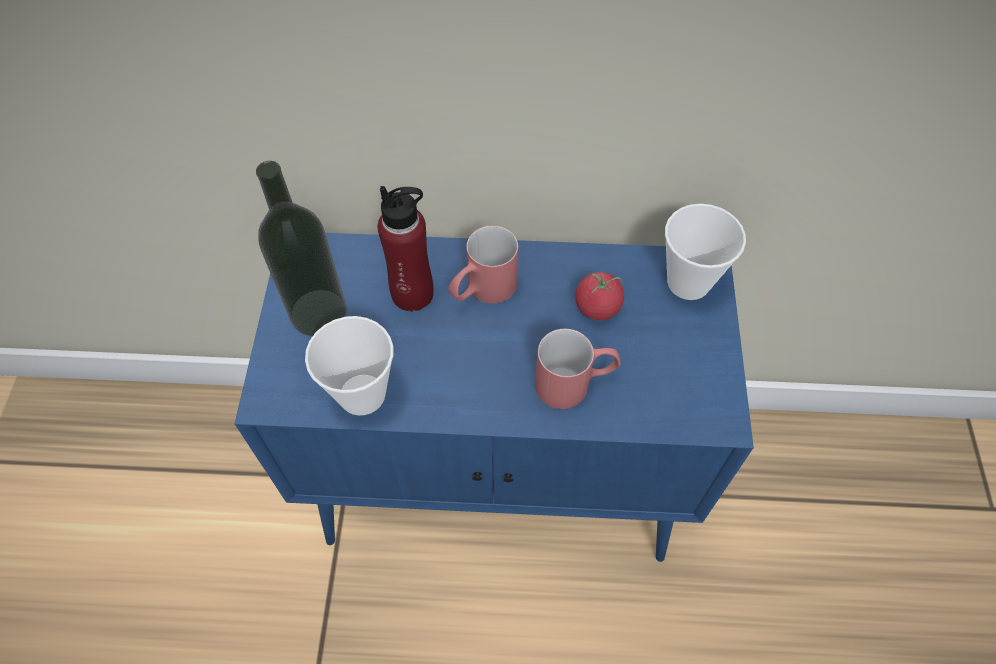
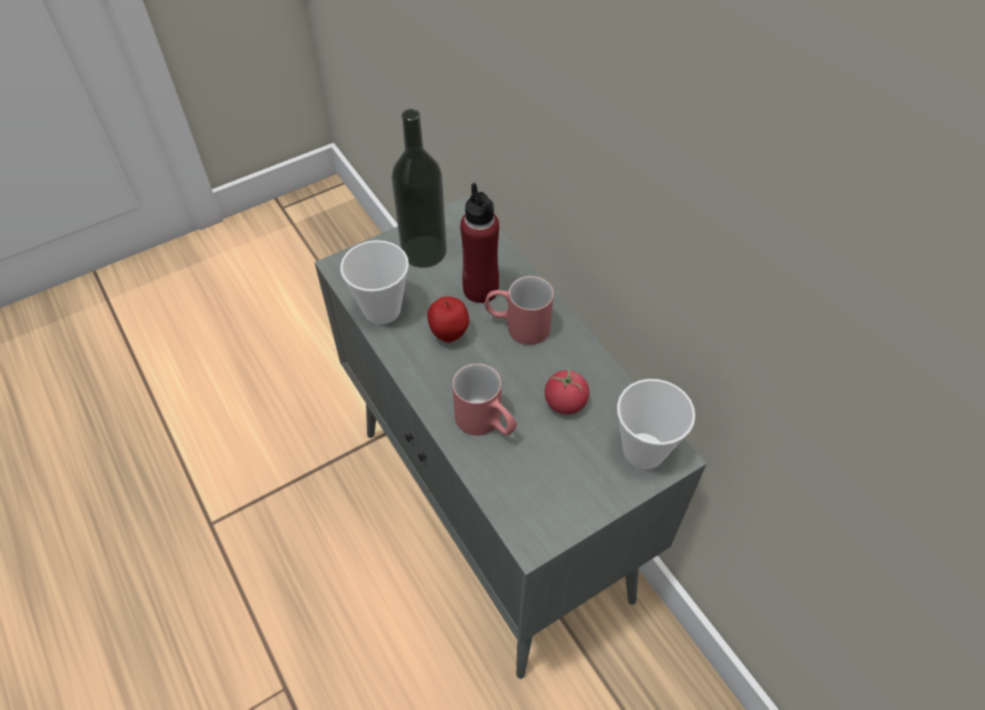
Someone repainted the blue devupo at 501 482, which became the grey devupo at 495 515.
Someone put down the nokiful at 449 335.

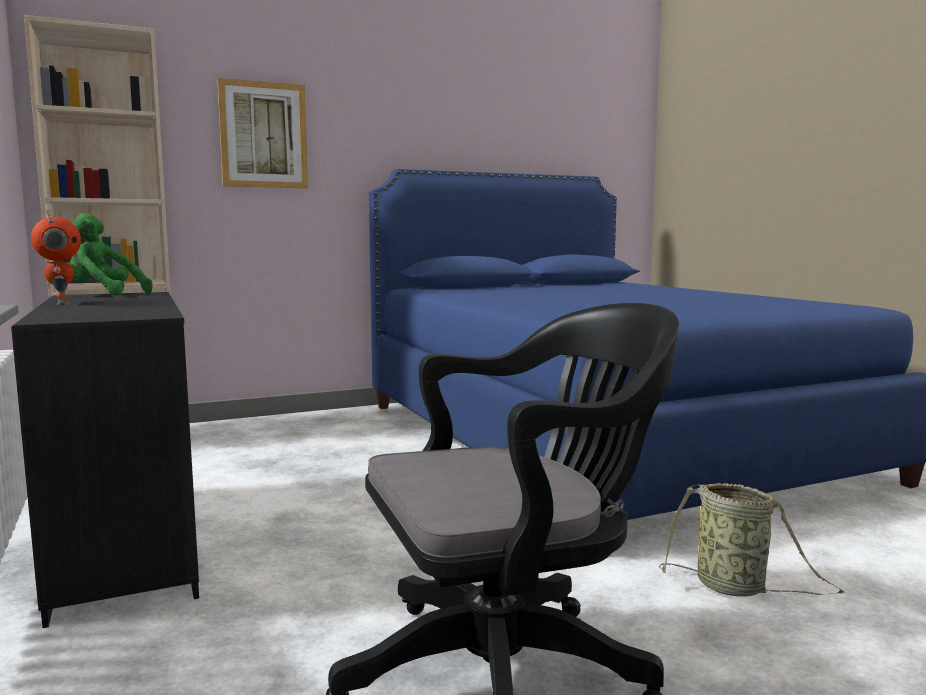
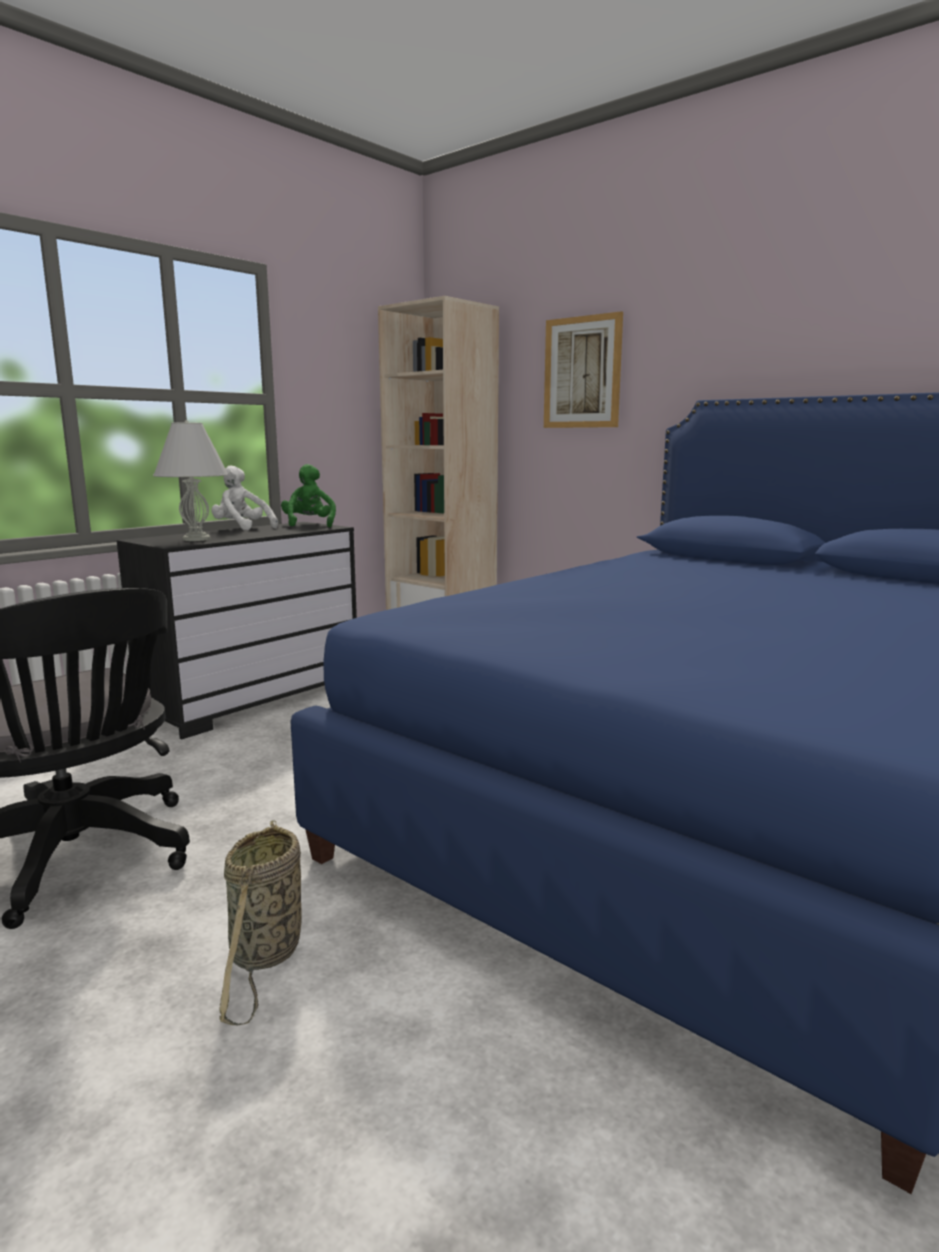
Someone swapped the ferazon at 61 303 for the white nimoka at 242 529.
Someone put down the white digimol at 197 539.

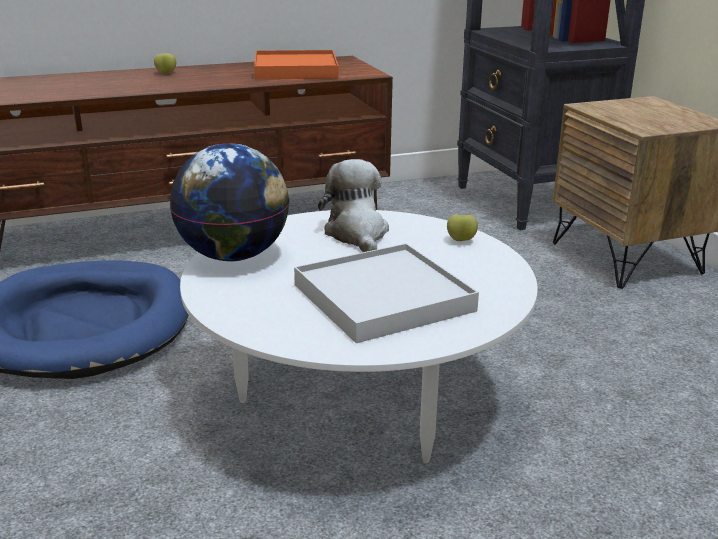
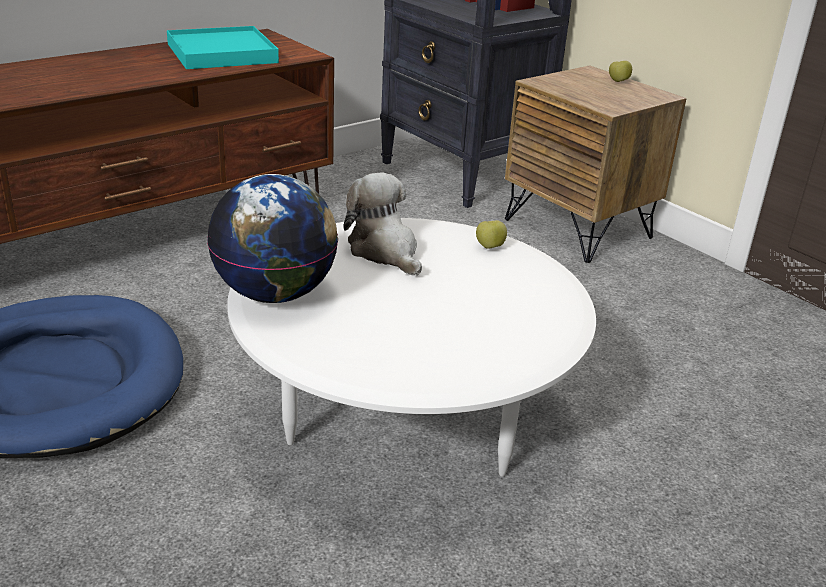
Someone repainted the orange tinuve at 296 70, which became the turquoise tinuve at 222 53.
Someone carried the nokiful from 166 73 to 618 81.
Someone took away the white tinuve at 382 298.

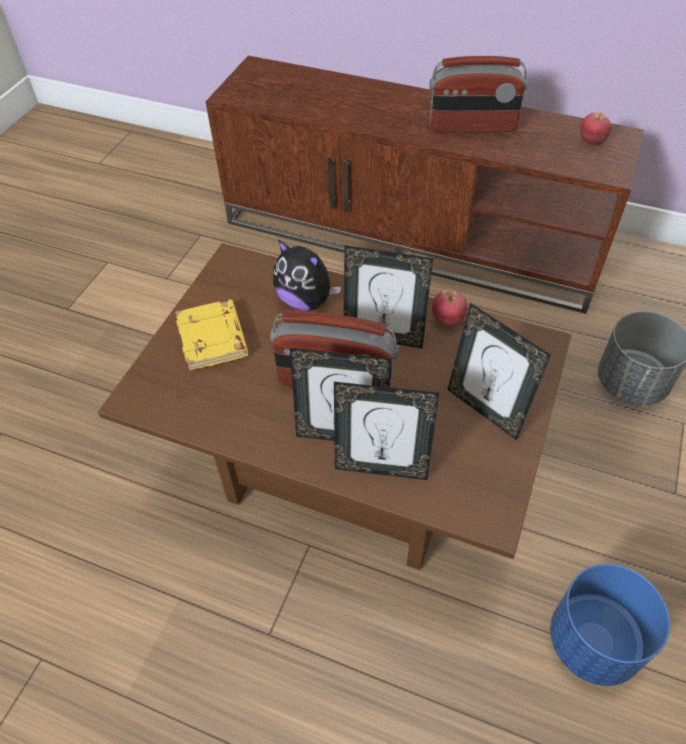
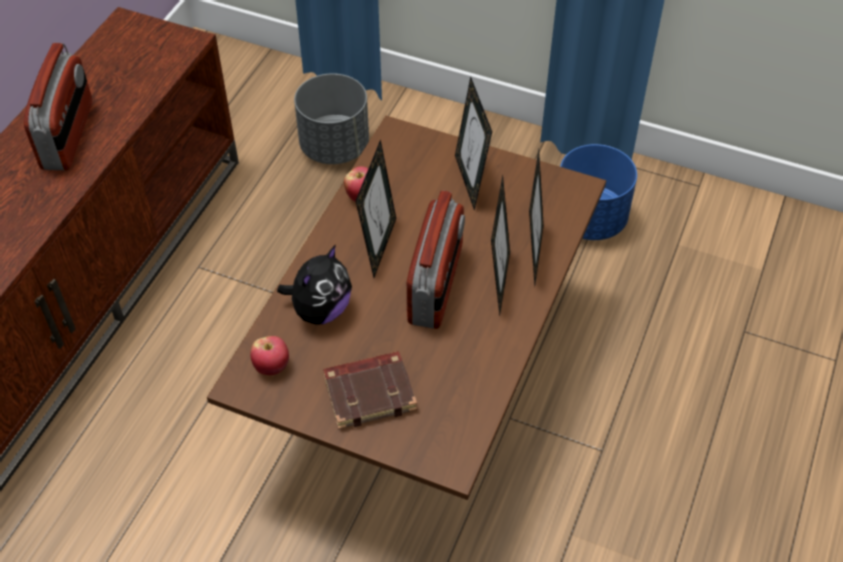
Someone carried the nokiful from 591 141 to 272 367.
Someone repainted the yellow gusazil at 214 339, which became the brown gusazil at 370 392.
Someone rotated the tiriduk at 485 410 by 120 degrees clockwise.

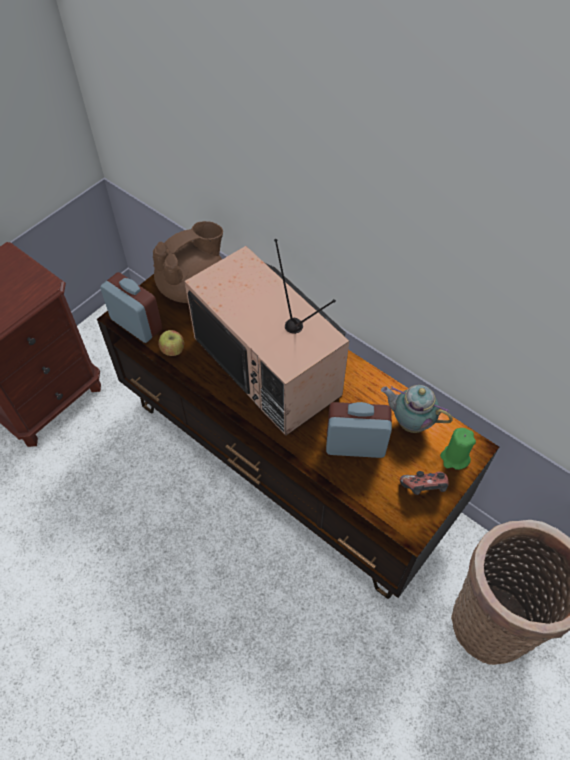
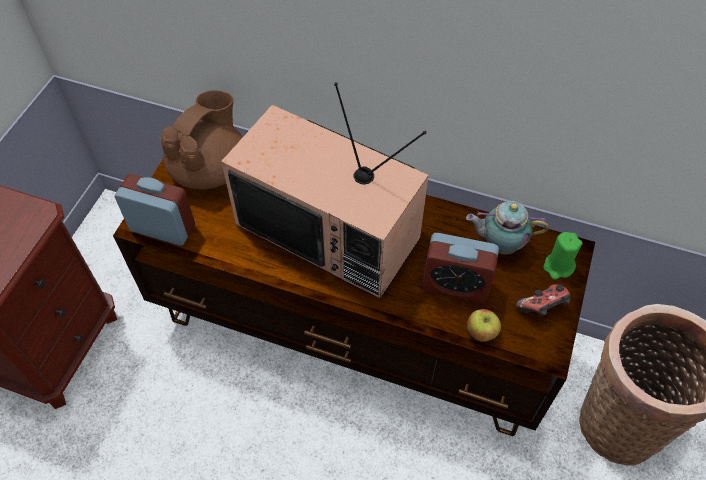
Someone carried the nokiful from 173 350 to 481 332.
Someone rotated the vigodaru at 355 445 by 150 degrees counterclockwise.

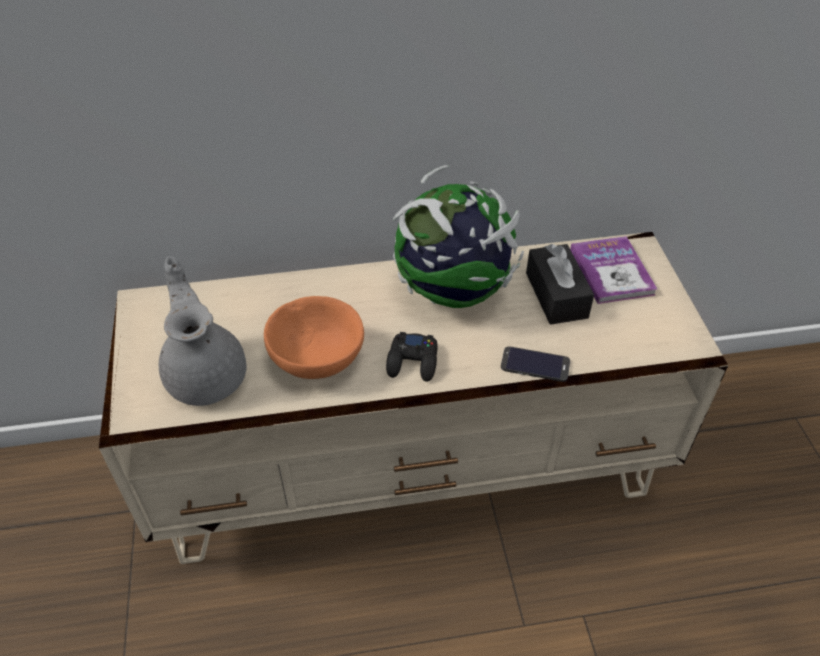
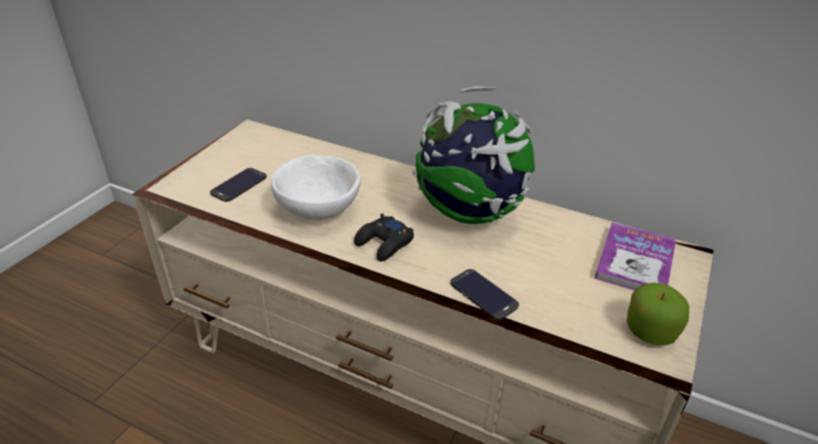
Someone took away the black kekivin at 556 295.
Someone swapped the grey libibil at 207 375 for the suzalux at 239 185.
Someone repainted the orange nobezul at 318 358, which became the white nobezul at 319 209.
Someone put down the nokiful at 650 331.

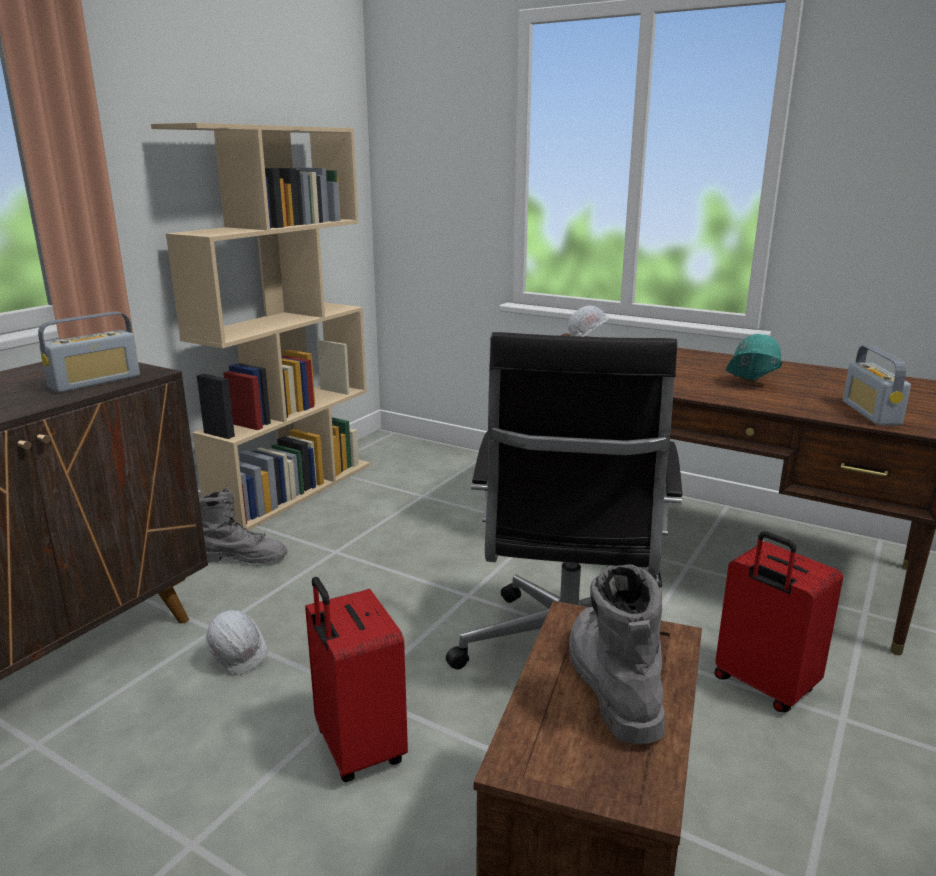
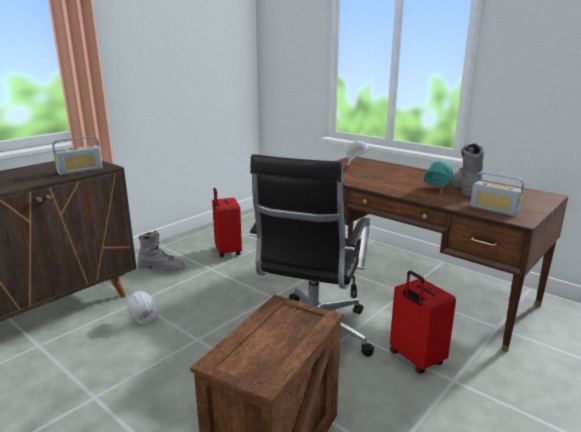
Someone took away the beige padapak at 293 489.
Someone rotated the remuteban at 871 413 by 60 degrees counterclockwise.
Someone carried the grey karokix from 610 682 to 465 188.
Someone carried the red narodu from 357 749 to 227 251.

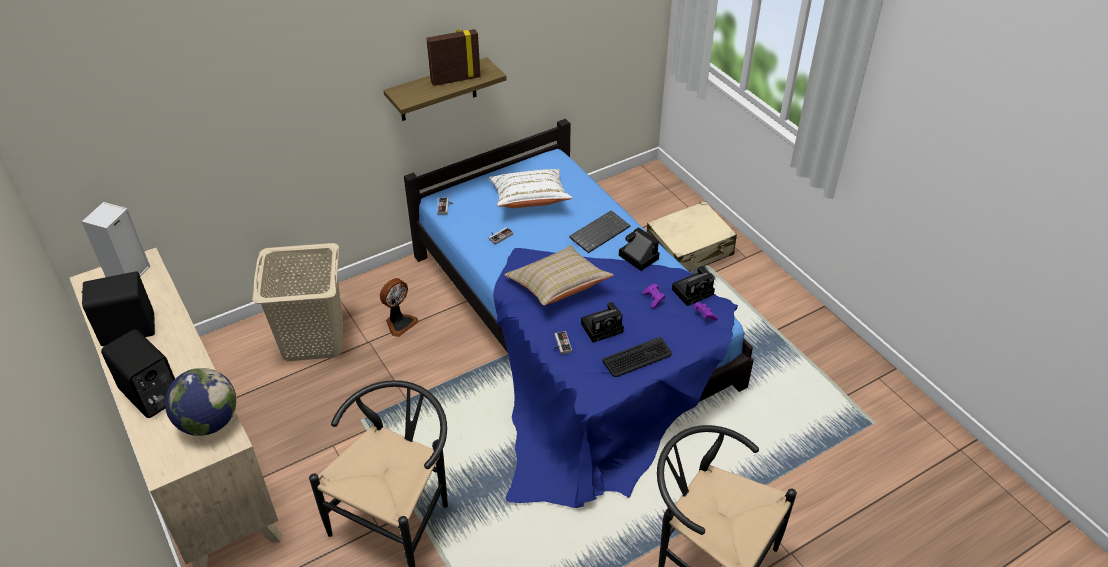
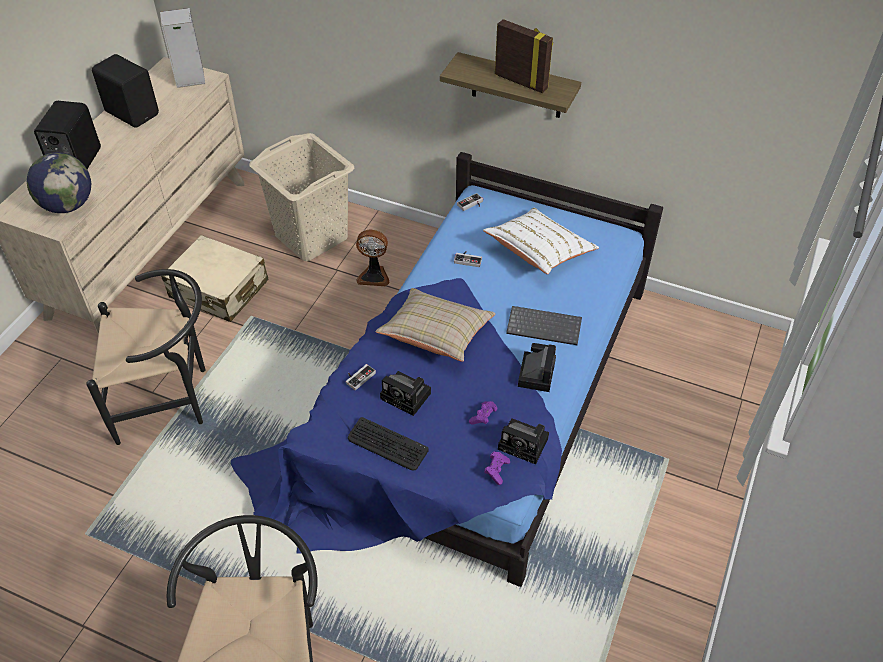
Someone carried the beige narodu from 689 249 to 219 289.

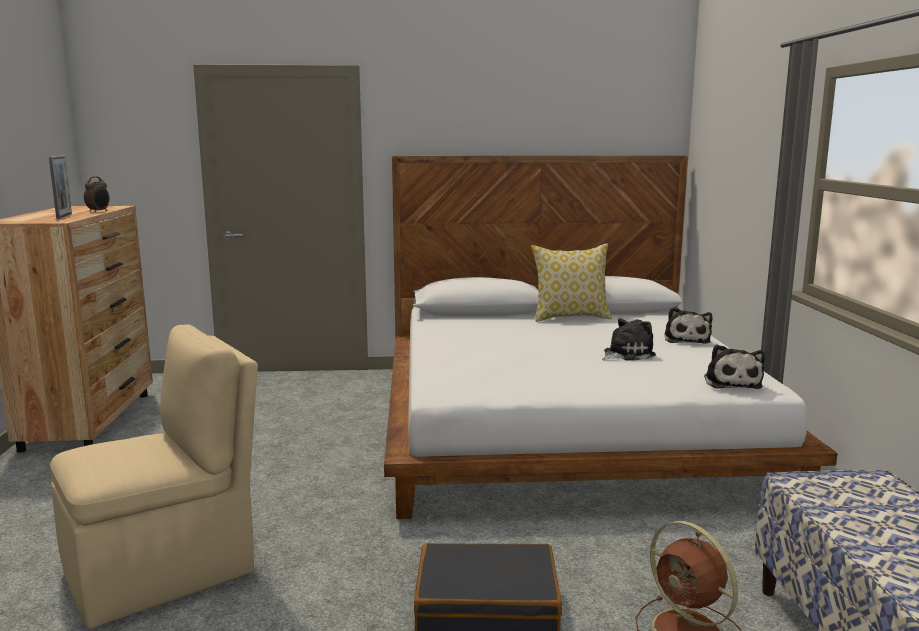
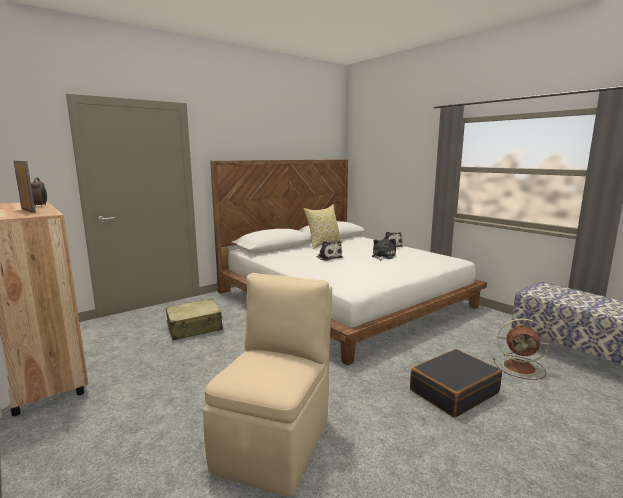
Someone carried the nimoka from 731 382 to 328 257.
Someone put down the beige narodu at 195 327.

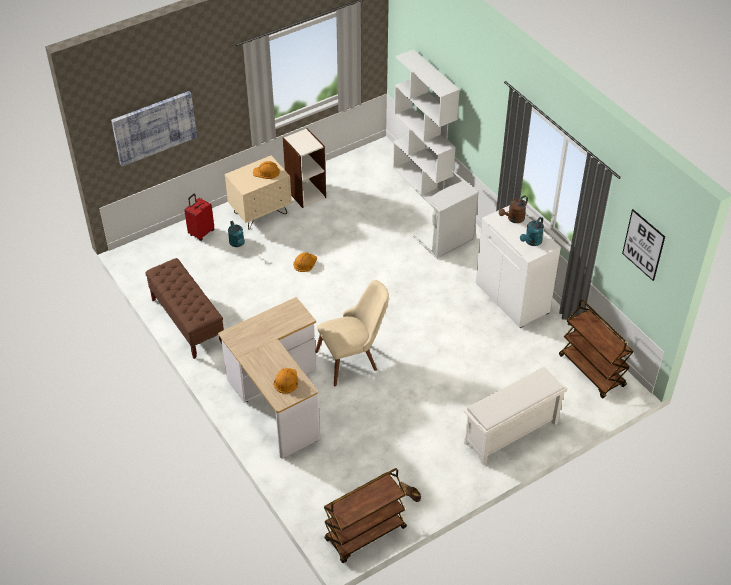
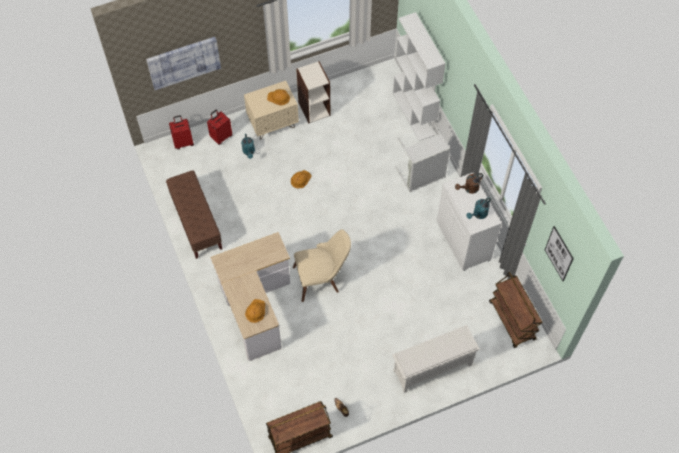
Someone put down the red narodu at 183 142.

